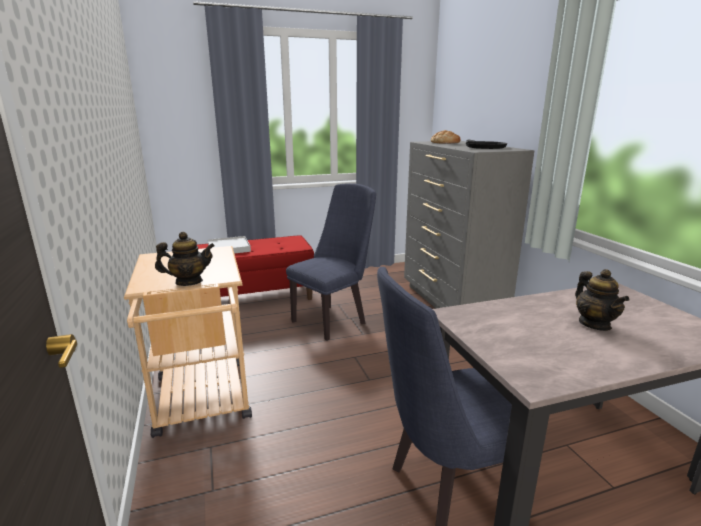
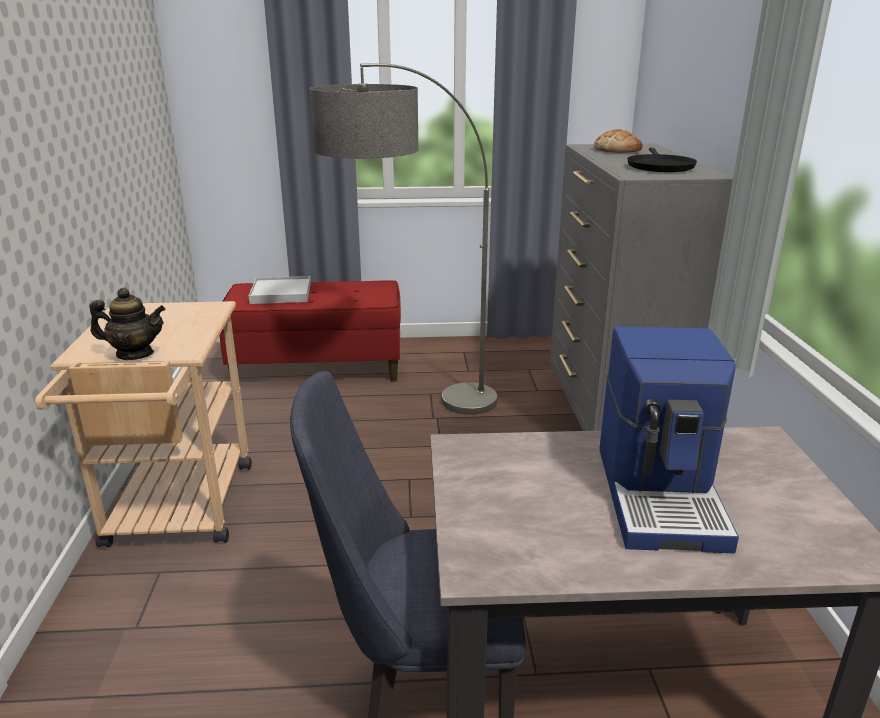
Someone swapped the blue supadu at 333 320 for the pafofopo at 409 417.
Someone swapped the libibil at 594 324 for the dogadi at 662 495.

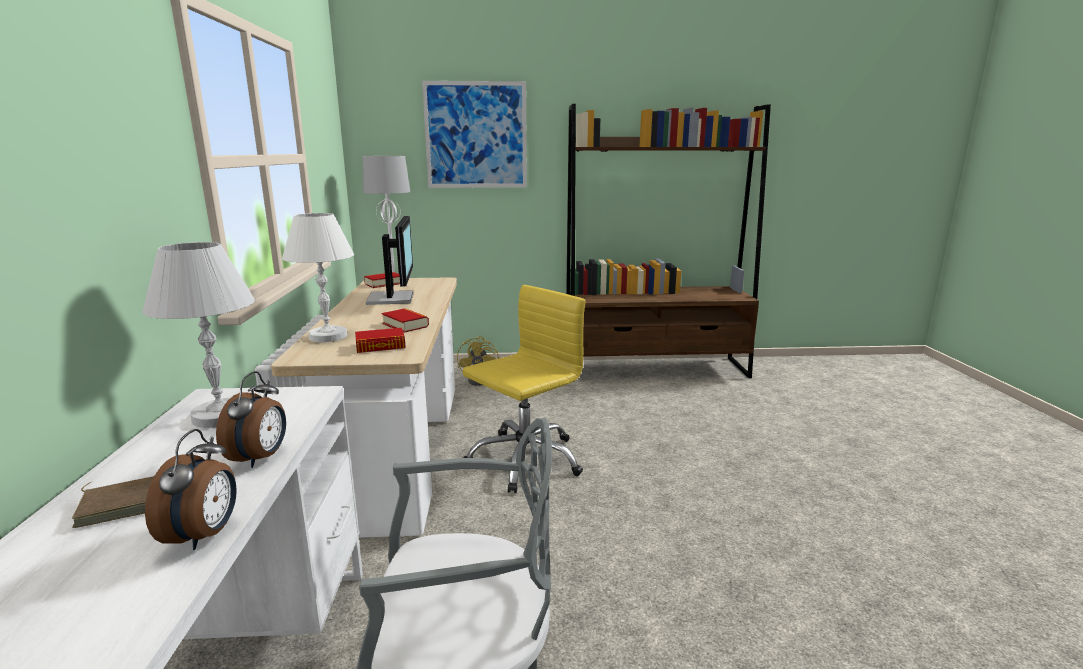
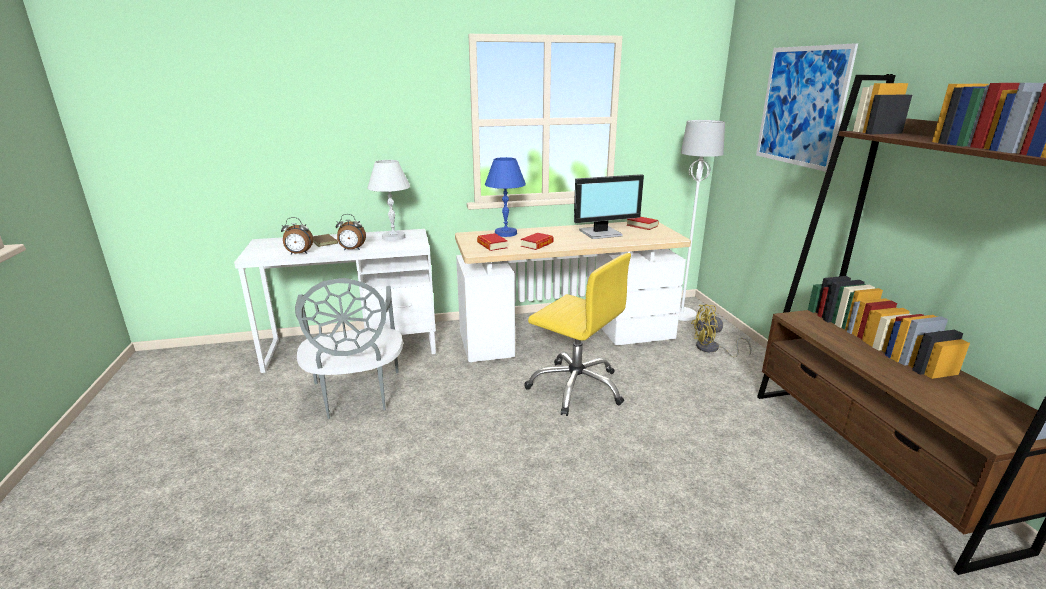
Someone repainted the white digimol at 328 336, which became the blue digimol at 506 233.

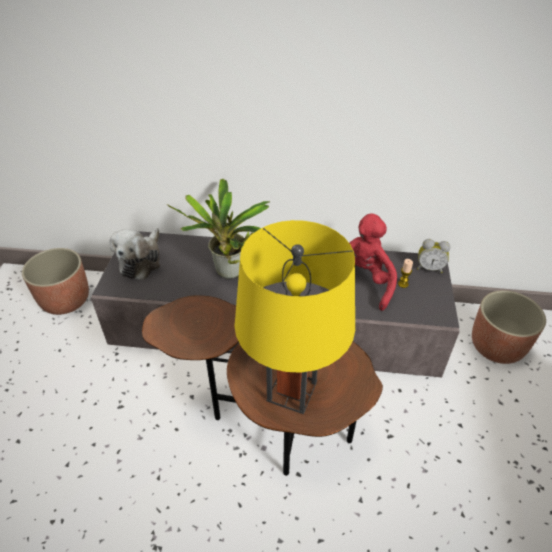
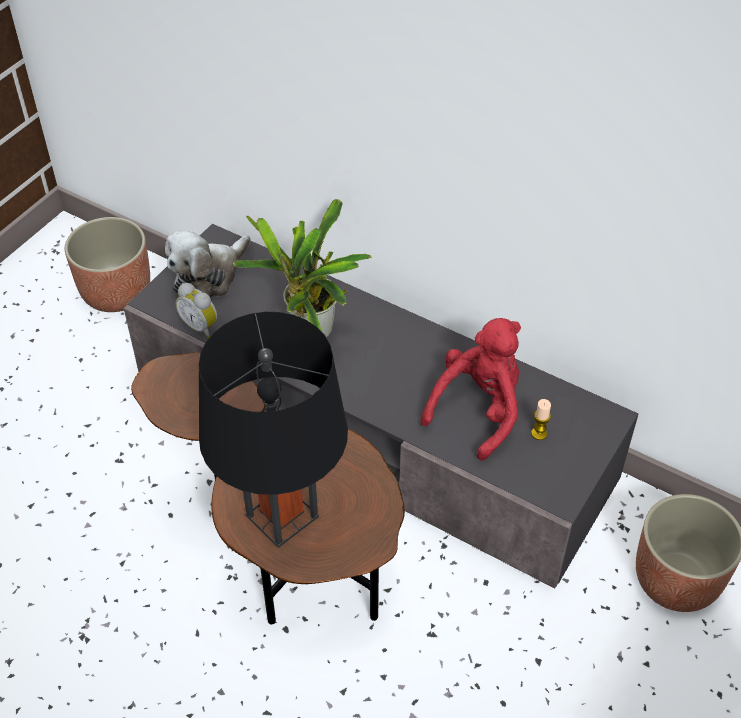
Someone repainted the yellow digimol at 292 391, which became the black digimol at 282 516.
Someone carried the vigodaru from 429 268 to 201 326.

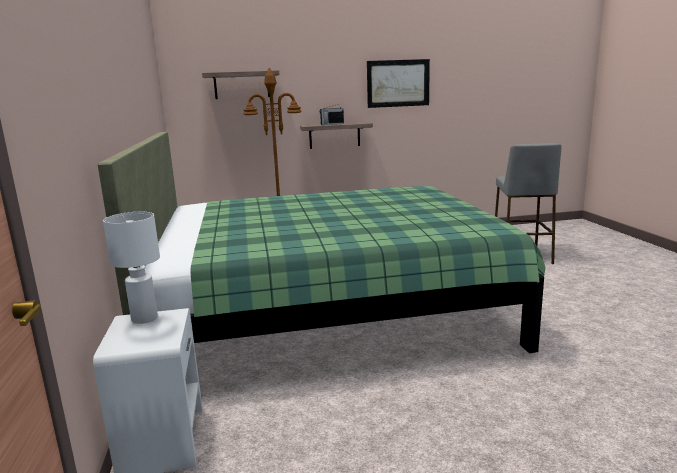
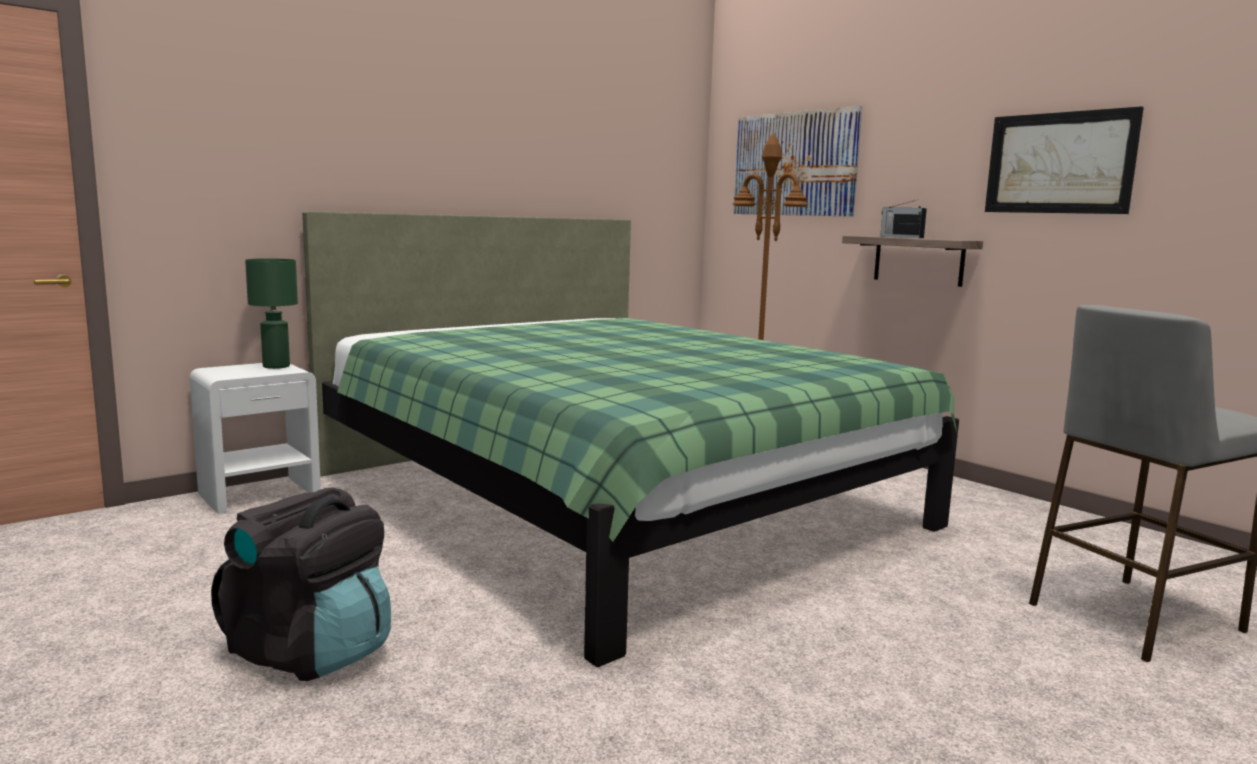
Someone swapped the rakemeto at 242 85 for the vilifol at 794 164.
Someone repainted the white digimol at 145 319, which became the green digimol at 276 366.
Someone put down the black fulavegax at 311 652.

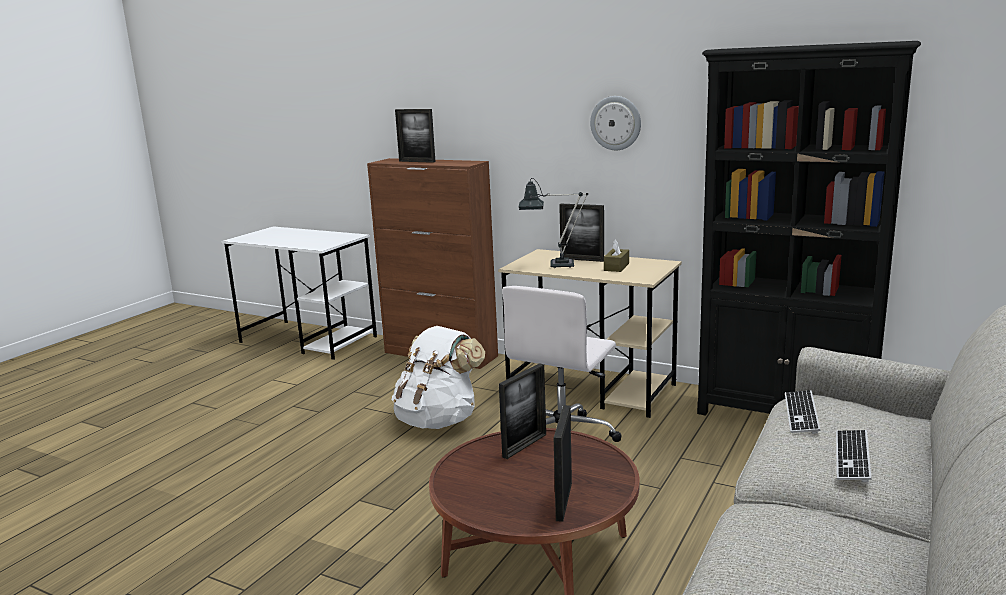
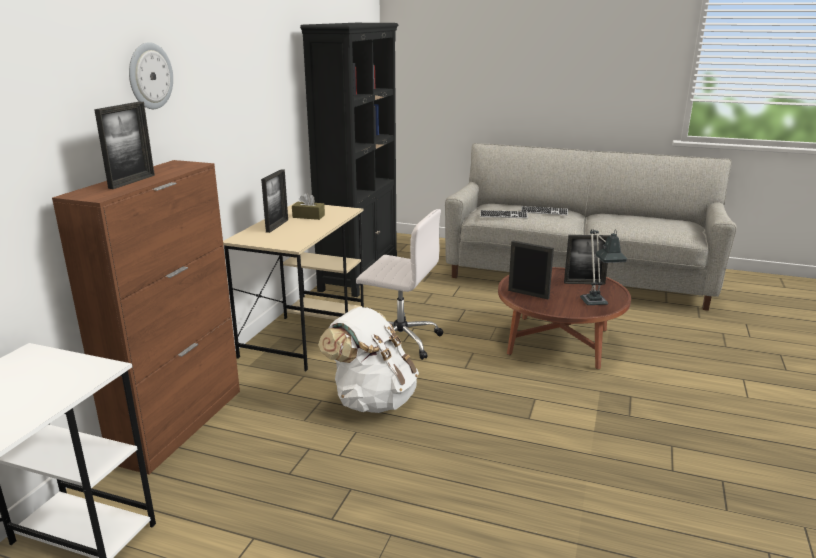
Someone carried the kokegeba from 616 123 to 149 76.
Someone carried the digimol from 555 265 to 596 304.

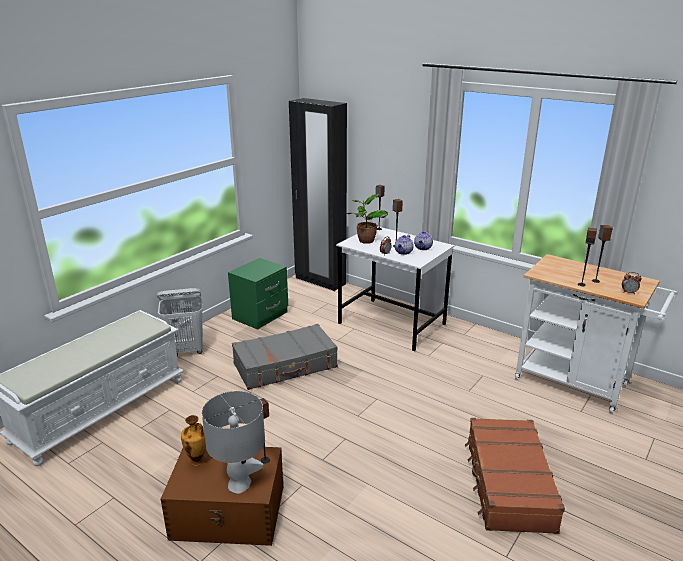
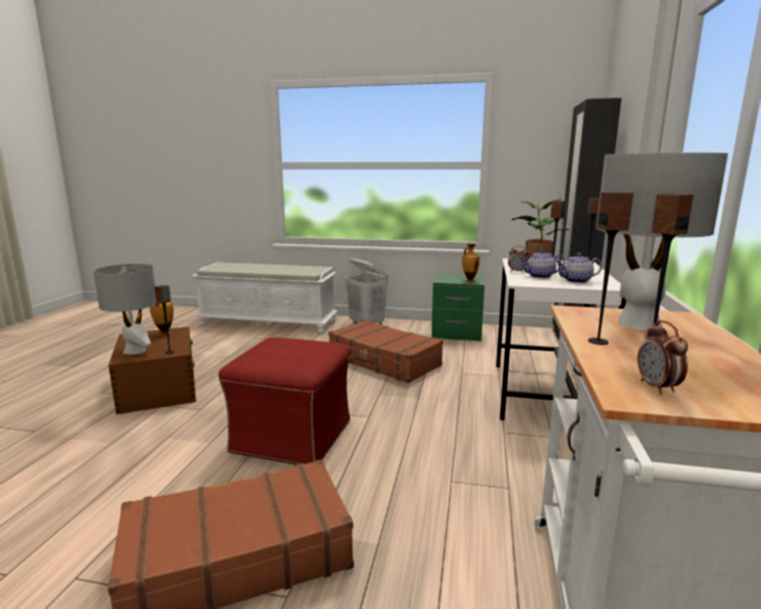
Someone repainted the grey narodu at 286 366, which became the brown narodu at 384 361.
Someone put down the grey digimol at 638 324.
Someone put down the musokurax at 469 281.
Someone put down the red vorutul at 293 437.

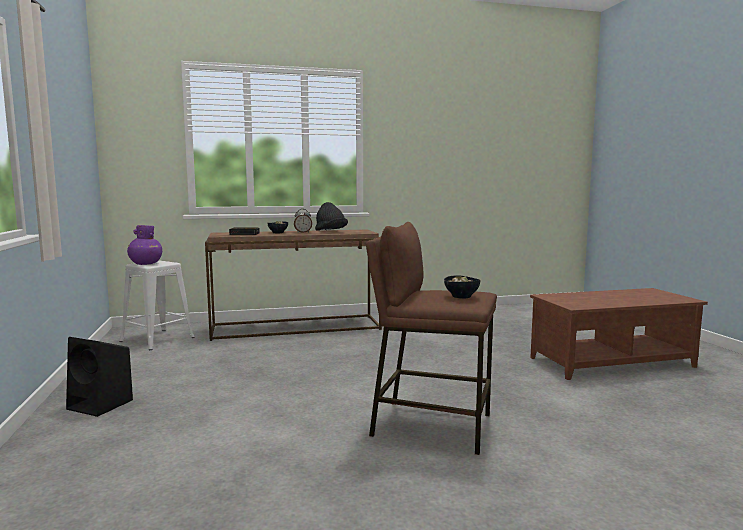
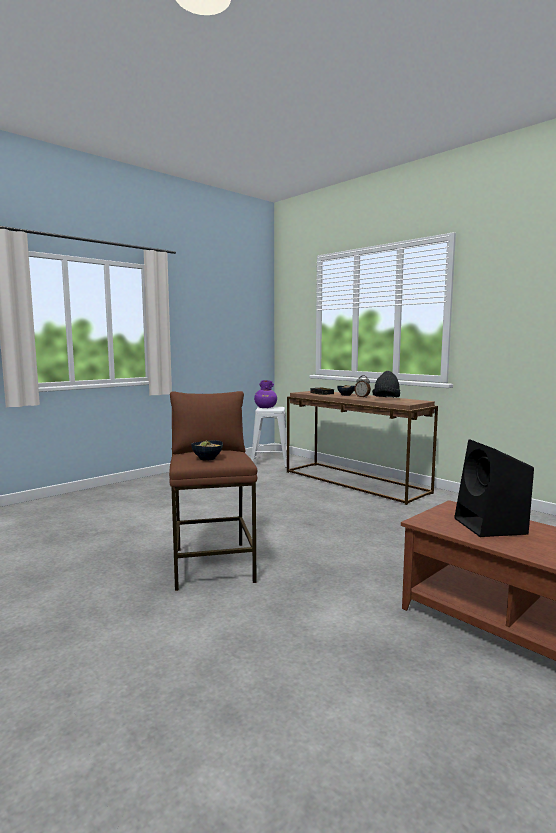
Someone carried the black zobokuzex from 102 404 to 491 526.

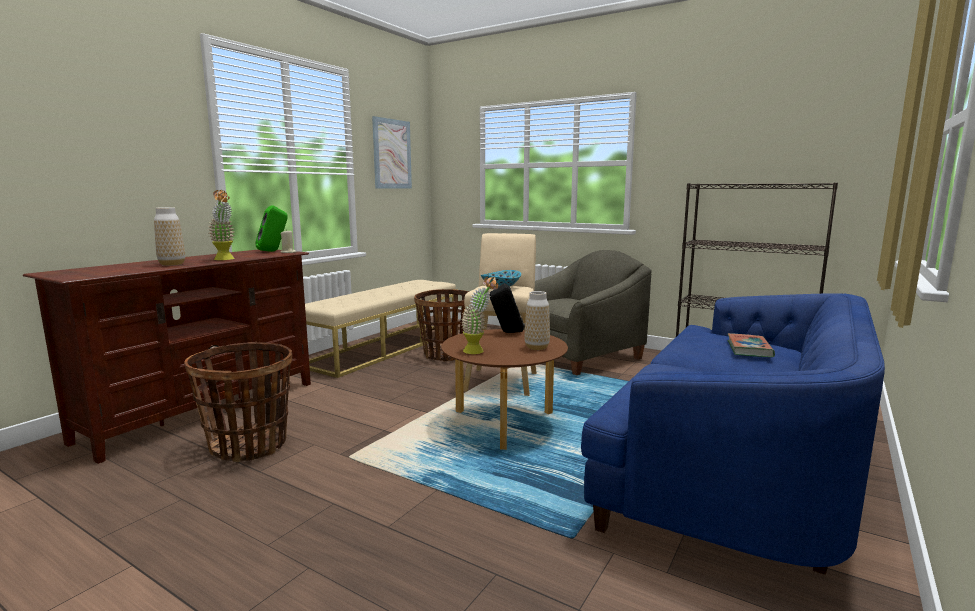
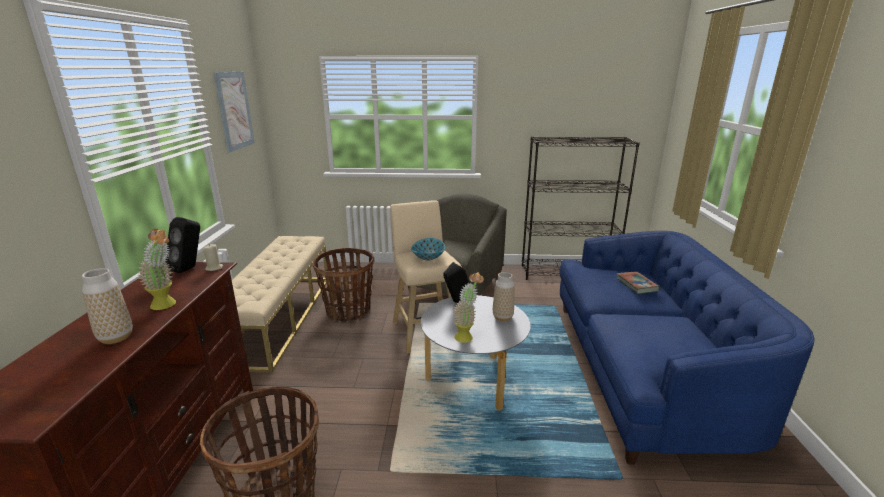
Someone repainted the green zobokuzex at 273 251, which became the black zobokuzex at 190 268.
Someone repainted the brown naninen at 503 424, which became the grey naninen at 473 381.

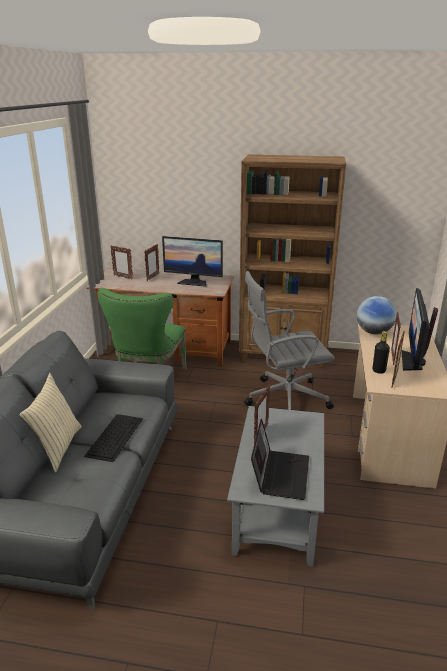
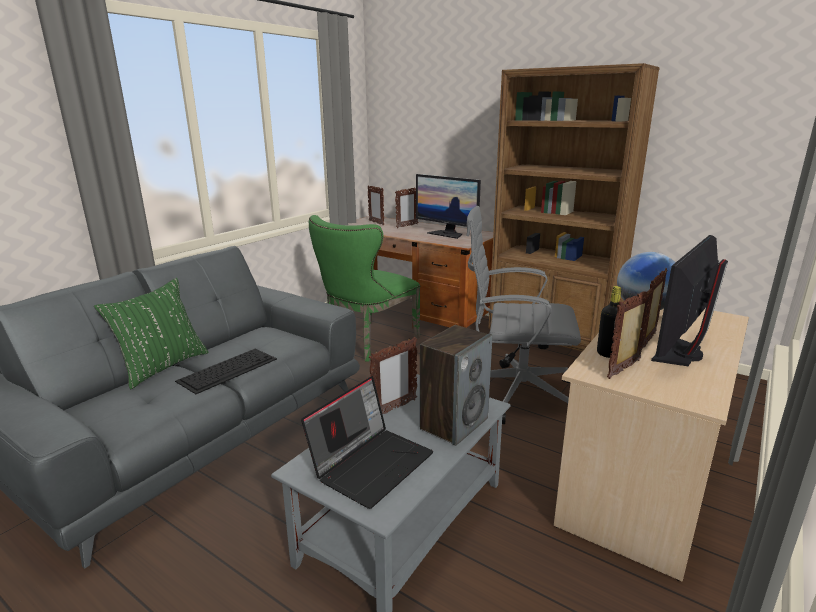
Someone repainted the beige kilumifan at 57 448, which became the green kilumifan at 162 367.
Someone put down the zobokuzex at 454 423.

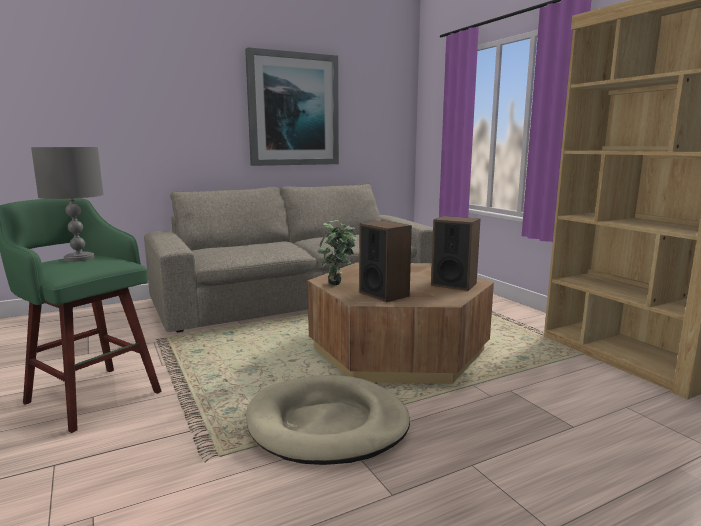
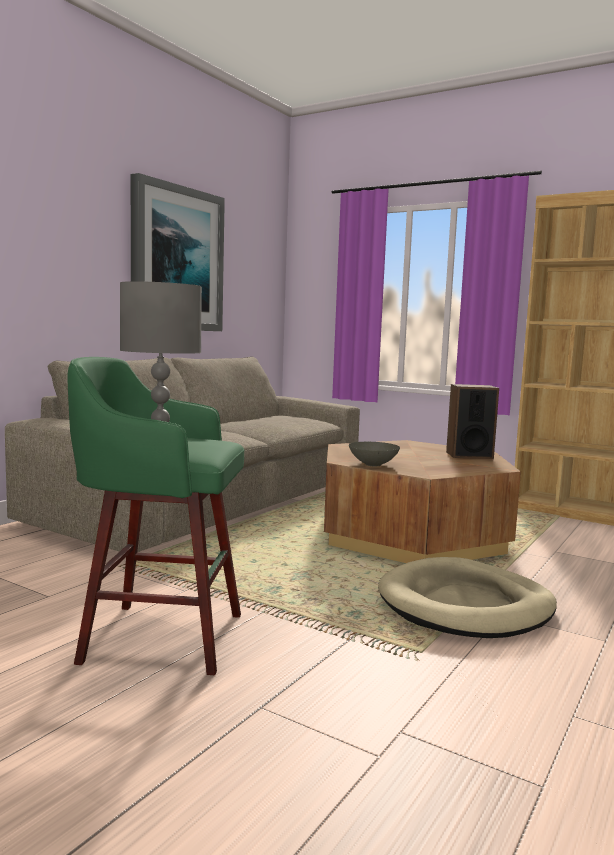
Someone swapped the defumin at 338 286 for the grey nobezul at 373 465.
Someone took away the zobokuzex at 384 294.

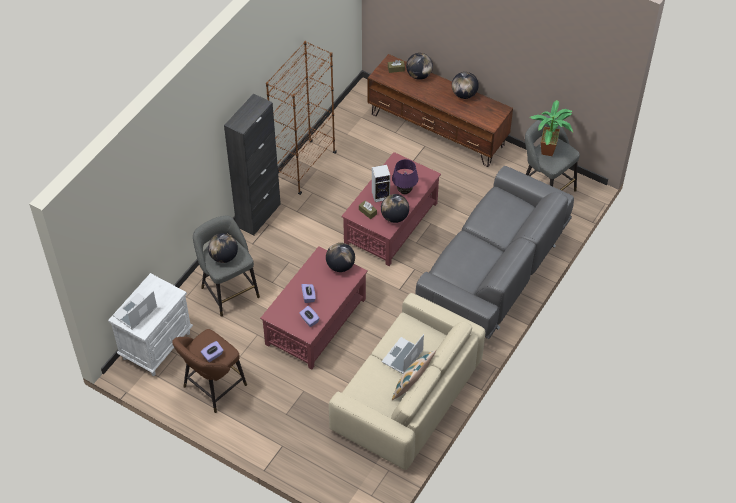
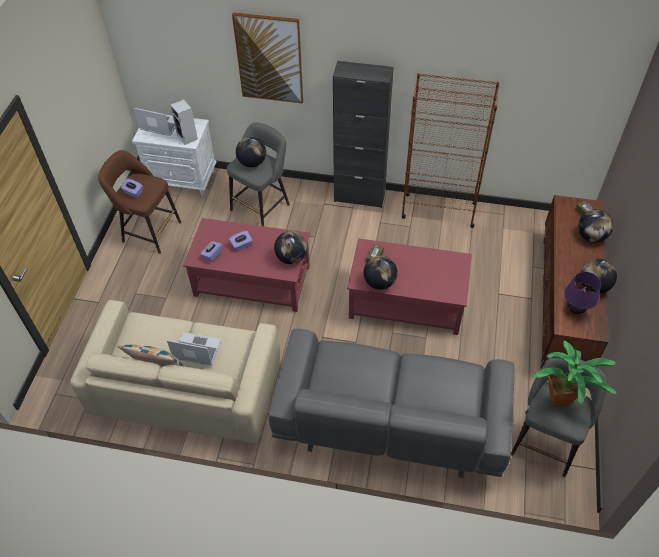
Someone carried the purple digimol from 404 191 to 575 310.
Someone carried the zobokuzex from 381 195 to 188 137.
Someone put up the vilifol at 269 58.

